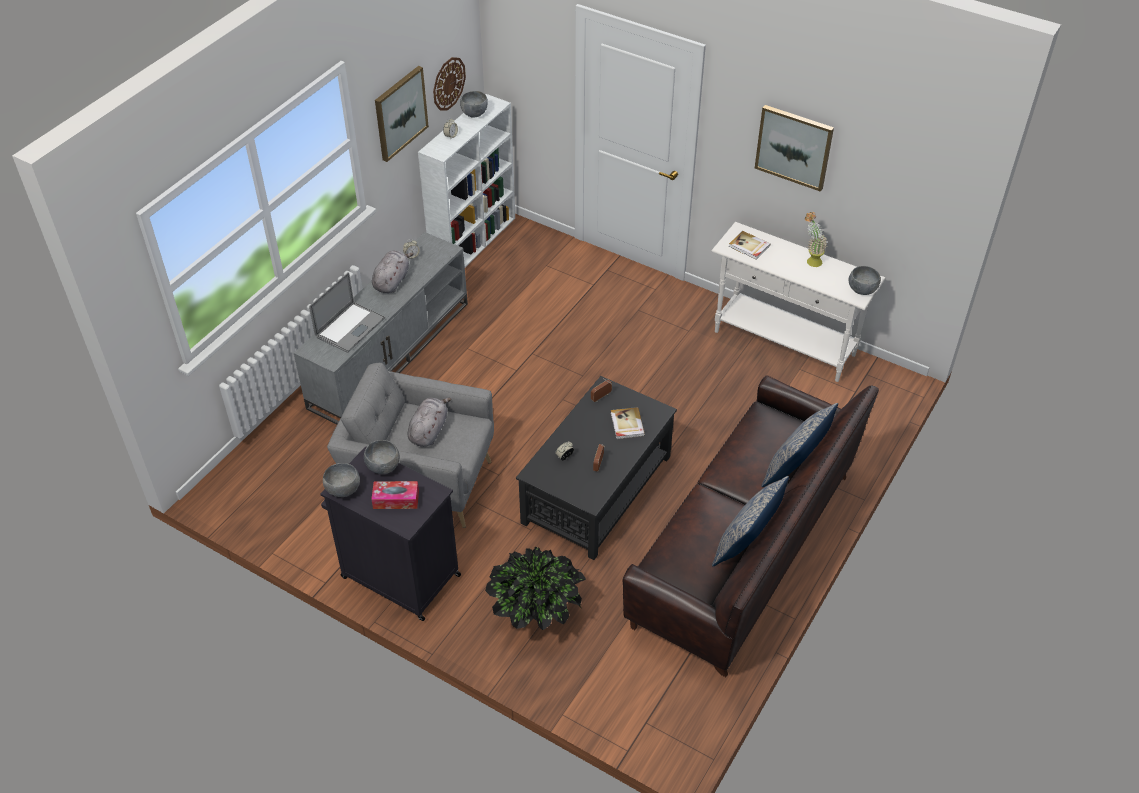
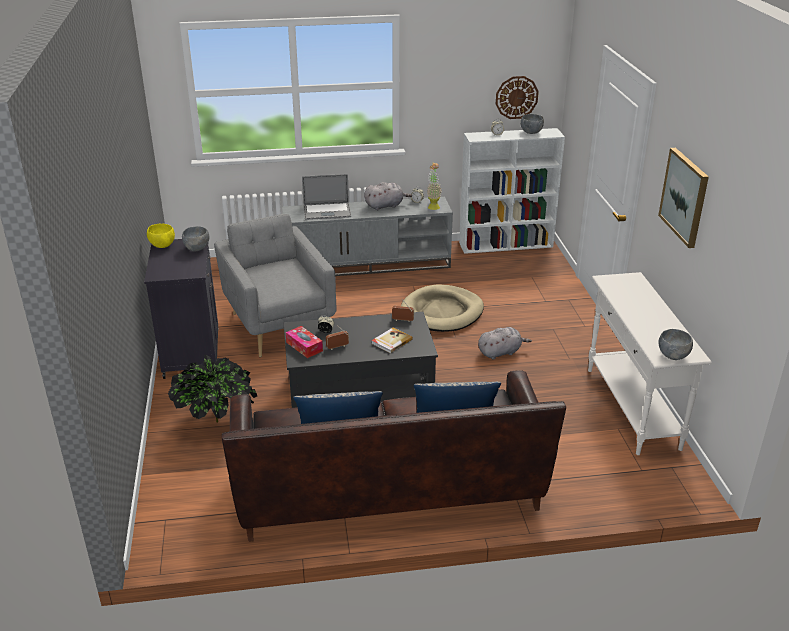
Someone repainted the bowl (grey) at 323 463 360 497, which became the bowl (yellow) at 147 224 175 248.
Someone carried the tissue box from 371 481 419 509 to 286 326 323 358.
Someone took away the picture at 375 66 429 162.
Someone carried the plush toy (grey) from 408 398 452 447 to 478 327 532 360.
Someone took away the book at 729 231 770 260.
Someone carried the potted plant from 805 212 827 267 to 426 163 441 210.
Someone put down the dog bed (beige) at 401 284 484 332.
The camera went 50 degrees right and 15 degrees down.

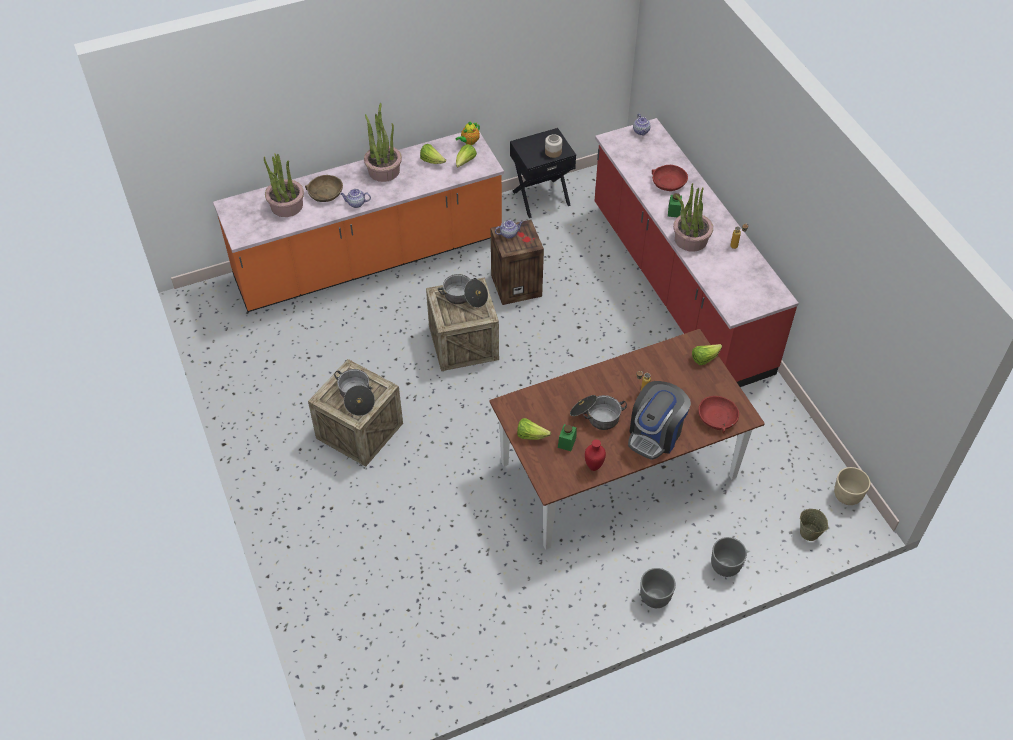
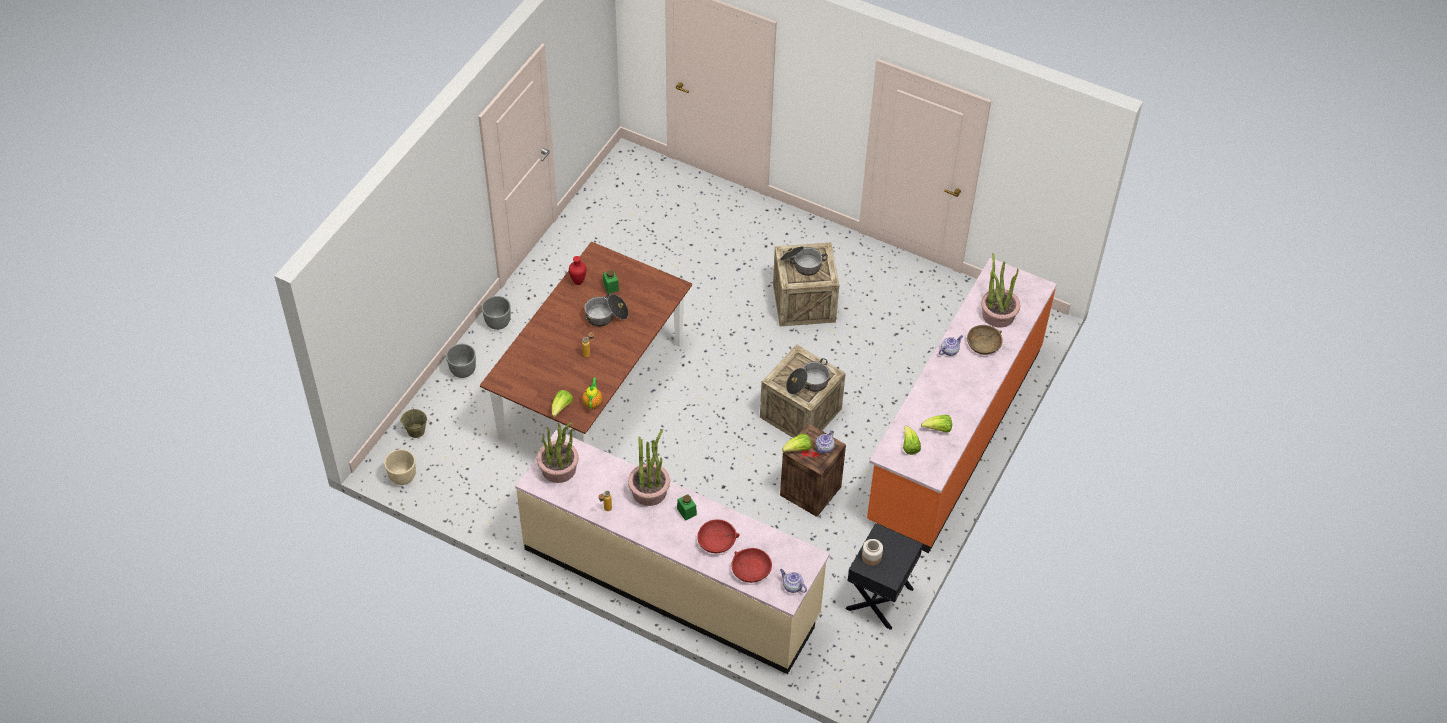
Someone carried the potted plant from 364 103 402 182 to 537 423 579 483.
Someone carried the teapot from 456 121 480 145 to 582 378 602 409.
Someone carried the lettuce from 517 418 551 440 to 782 434 812 452.
Someone repainted the counter (red) at 595 118 799 387, which became the counter (beige) at 515 430 830 674.
Someone took away the coffee machine at 628 381 691 460.
Someone carried the bowl (red) from 698 396 739 433 to 731 548 772 583.
The camera went 140 degrees right and 0 degrees up.

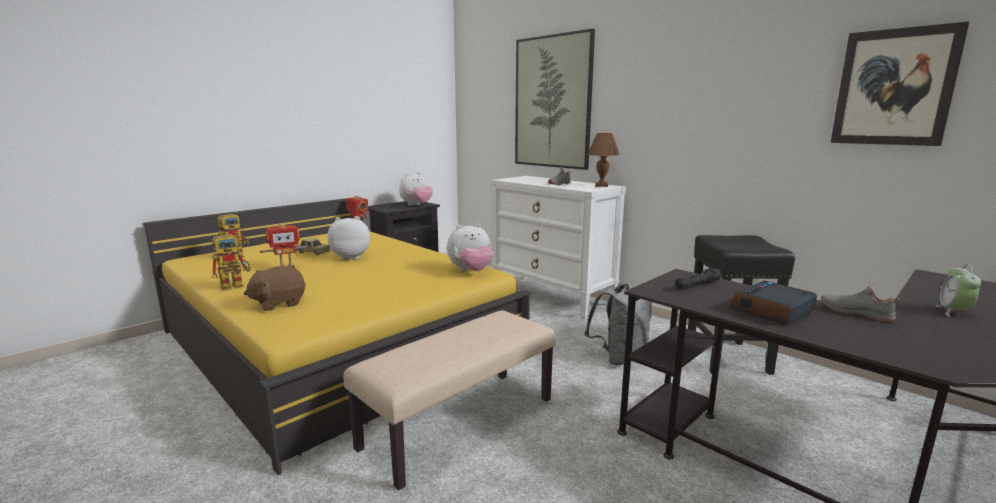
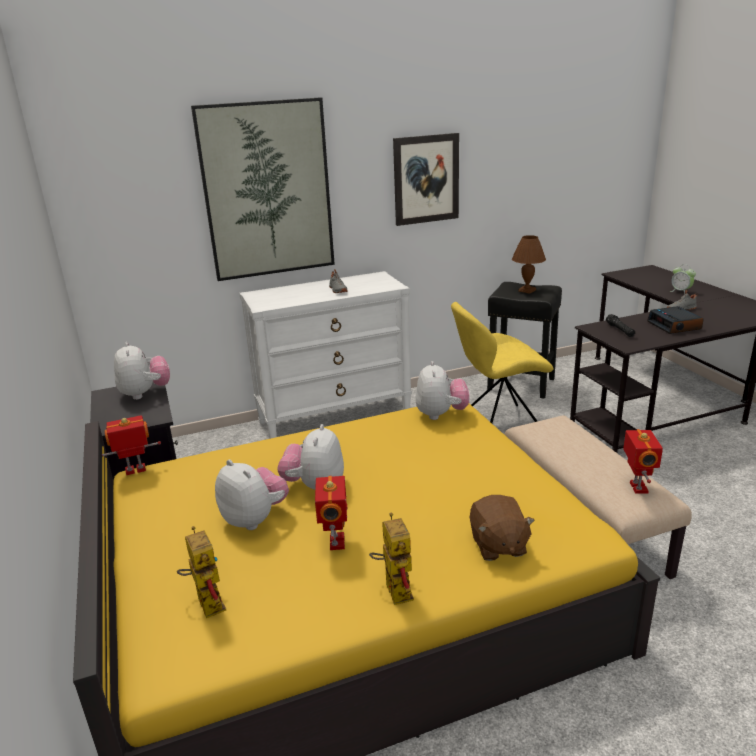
Someone swapped the toy car at 295 238 331 255 for the plush toy at 215 459 289 530.
Someone swapped the backpack (grey) at 584 283 652 365 for the chair (yellow) at 451 302 553 423.
Someone carried the table lamp (brown) from 587 133 620 187 to 512 235 546 294.
Someone carried the picture from 830 21 969 146 to 393 133 459 226.
Someone put down the toy robot at 623 429 663 494.
The camera went 65 degrees left and 10 degrees up.

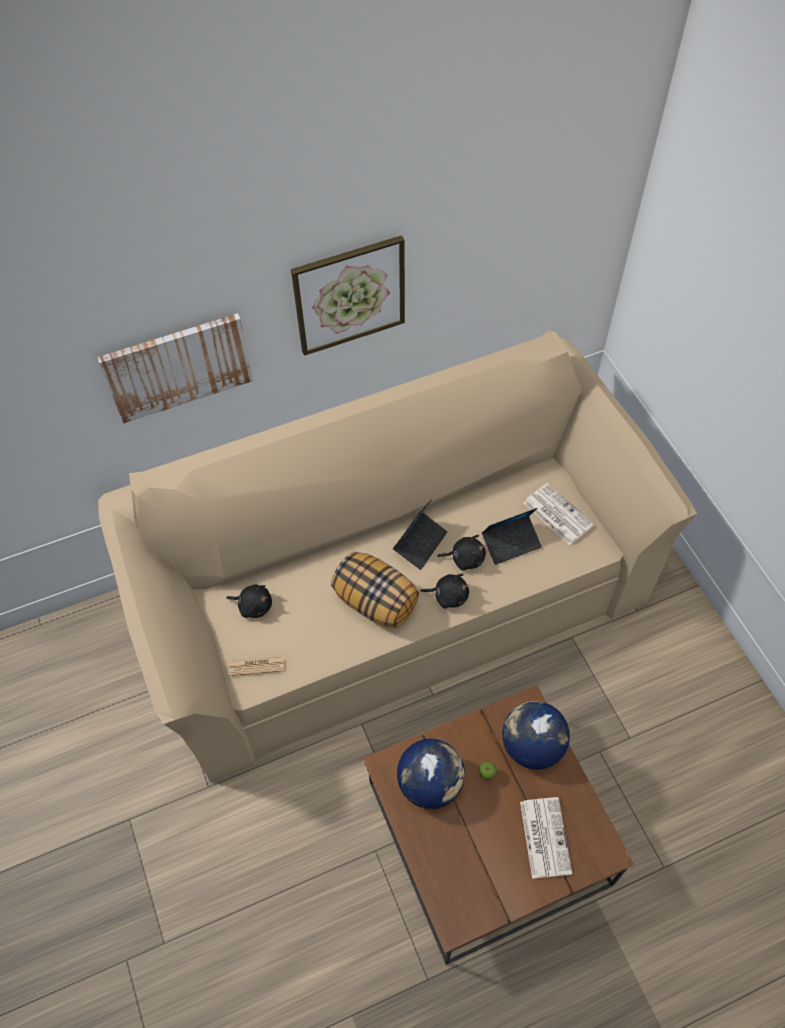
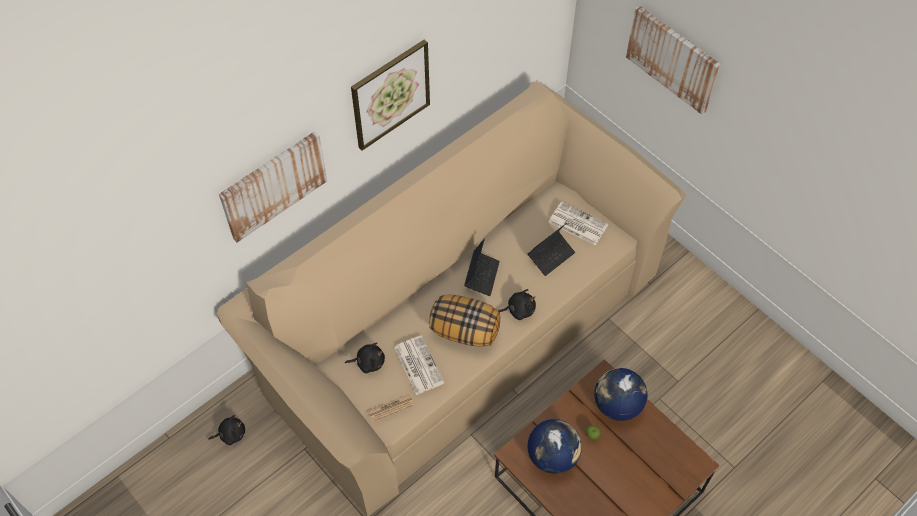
Someone carried the plush toy (black) from 438 535 486 570 to 208 415 245 445.
Someone carried the newspaper from 520 797 572 879 to 394 335 444 395.
Someone put up the picture at 626 5 720 115.
The camera went 20 degrees left and 0 degrees up.

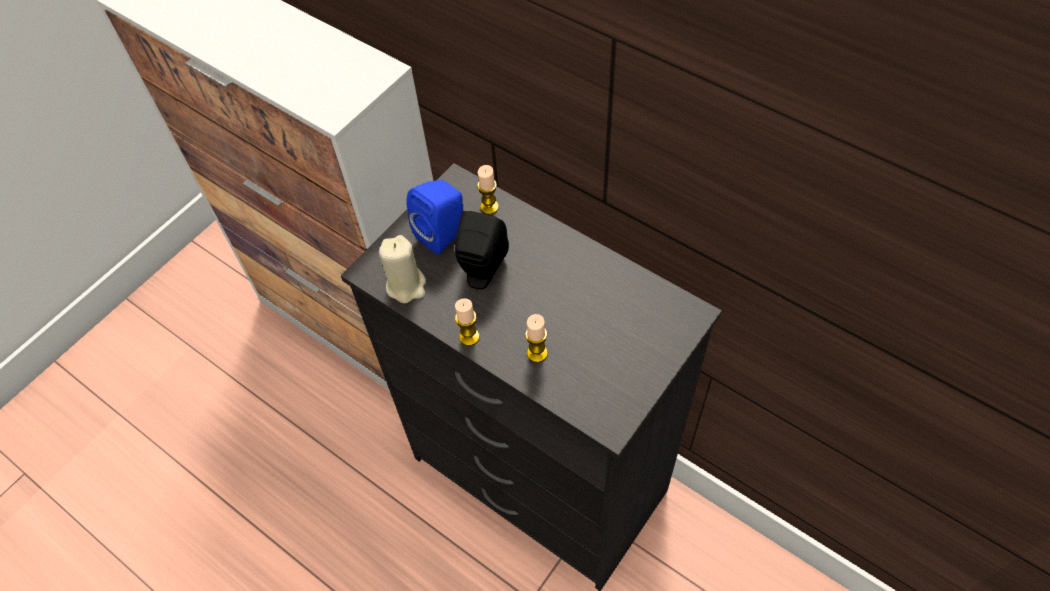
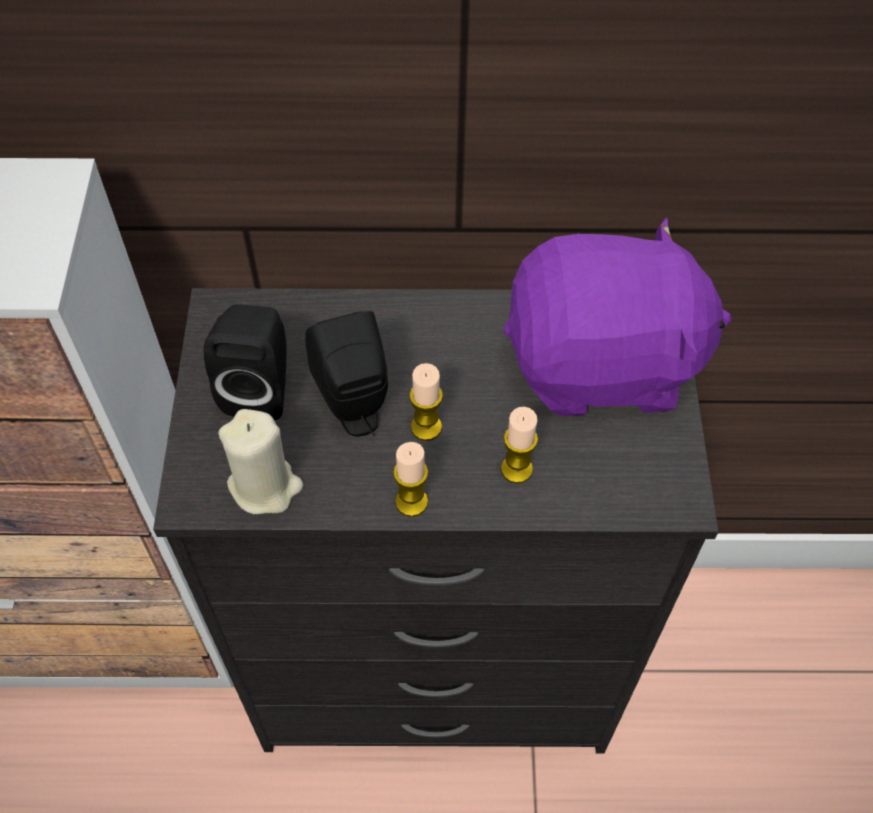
Someone repainted the speaker (blue) at 407 180 463 255, which became the speaker (black) at 204 304 287 420.
Someone carried the candle from 477 165 499 215 to 409 363 443 441.
Someone put down the plush toy (purple) at 504 217 732 416.
The camera went 40 degrees left and 0 degrees up.

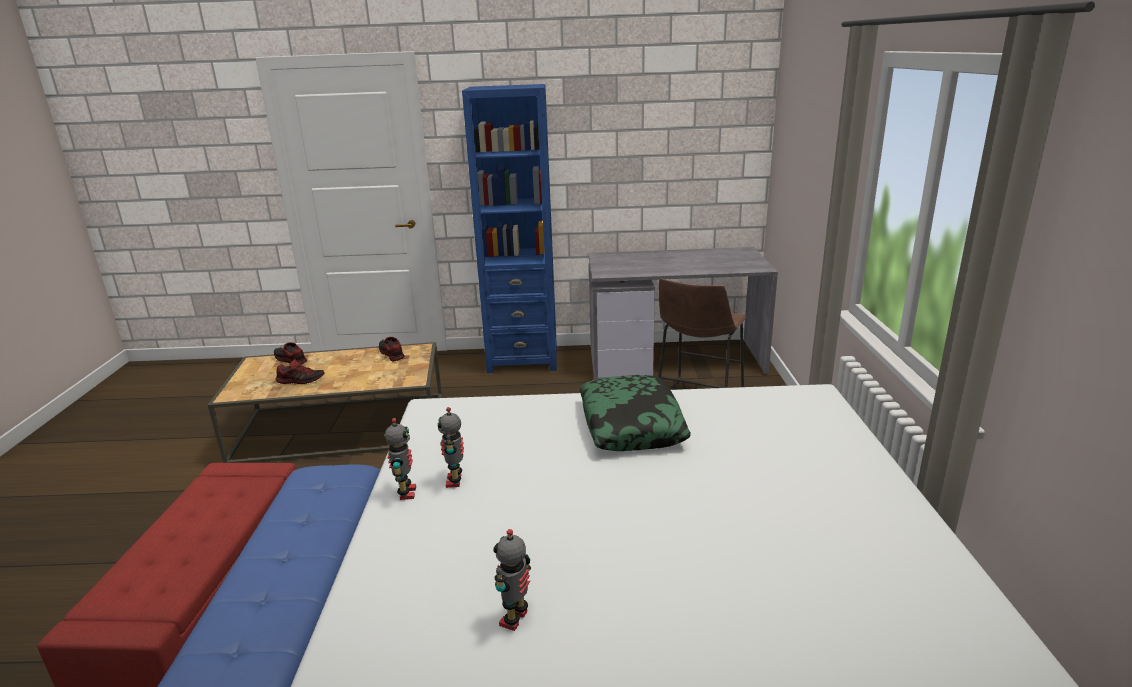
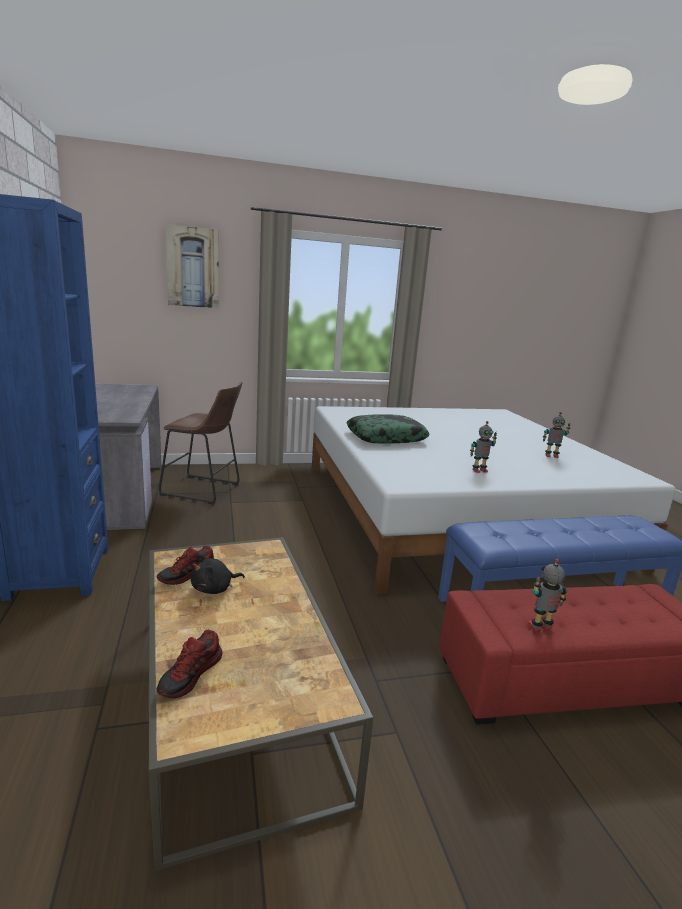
Someone took away the shoe at 276 359 325 384.
Someone carried the toy robot from 385 418 416 500 to 528 559 567 631.
Someone put up the picture at 165 224 219 308.
Someone put down the plush toy (black) at 191 554 245 594.
The camera went 105 degrees left and 5 degrees down.

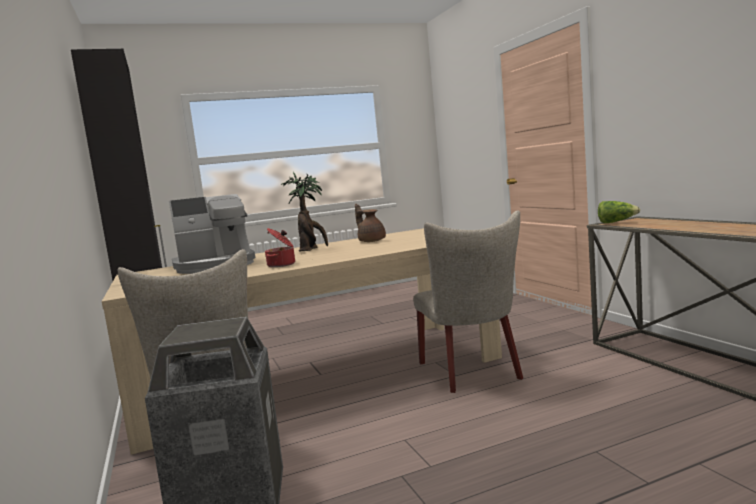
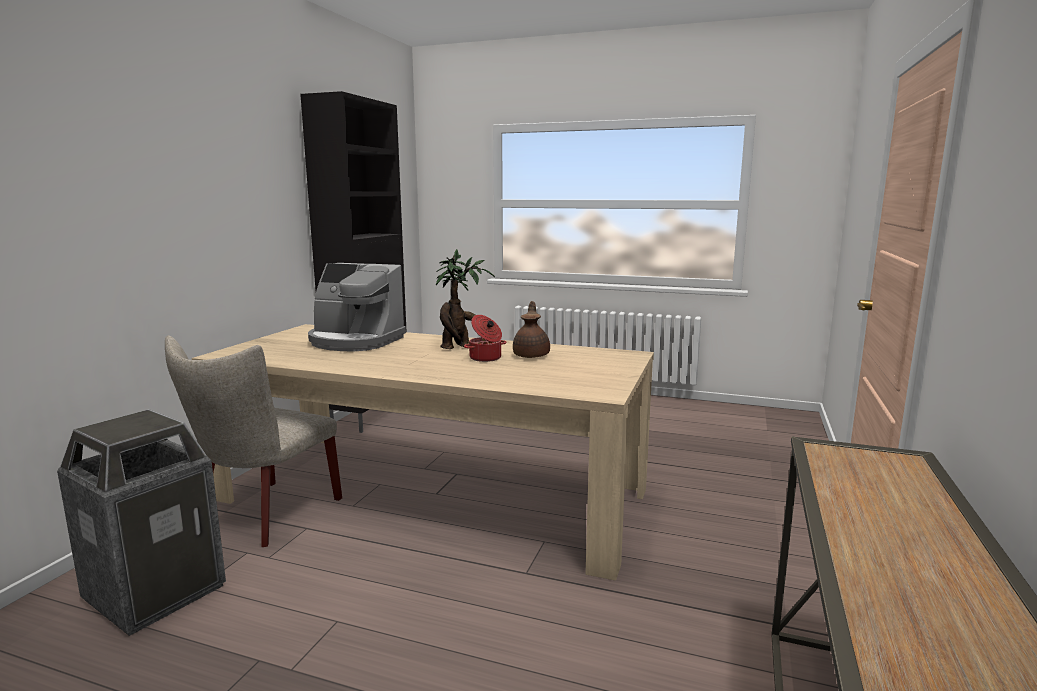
Someone carried the cooking pot from 265 228 295 267 to 464 315 506 362.
Someone took away the chair (beige) at 413 210 523 393.
Someone took away the lettuce at 598 201 640 223.
The camera went 40 degrees right and 5 degrees up.

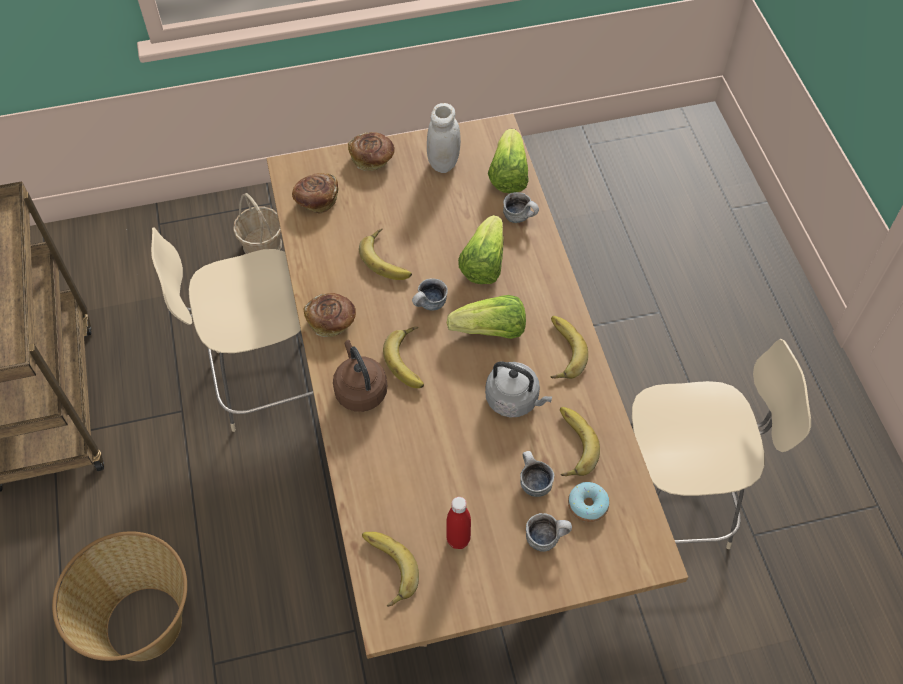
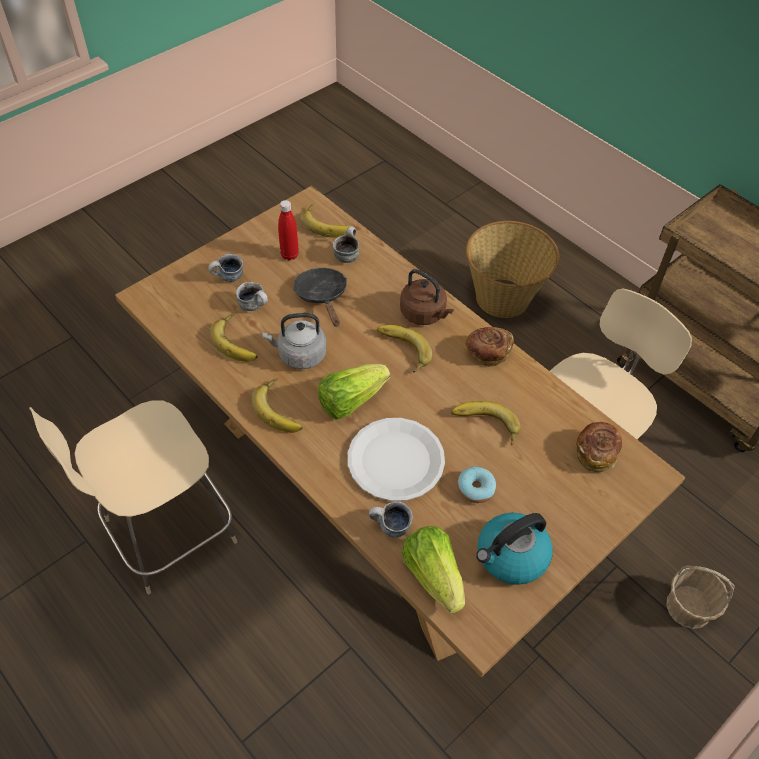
Someone took away the bread at 348 132 395 171.
Someone carried the mug from 412 278 448 310 to 333 227 359 263.
Someone swapped the jar (white) at 427 103 461 173 for the kettle at 476 513 553 585.
Someone swapped the lettuce at 458 215 504 284 for the plate (white) at 348 418 445 501.
Someone carried the donut from 568 482 609 522 to 457 467 496 503.
Someone put down the frying pan (black) at 293 268 347 327.
The camera went 150 degrees right and 5 degrees down.

